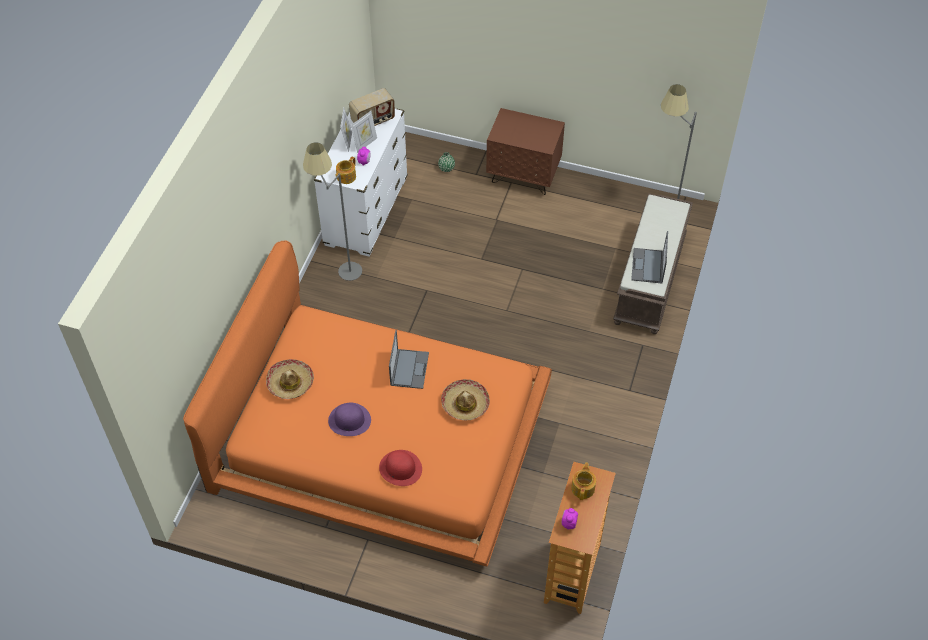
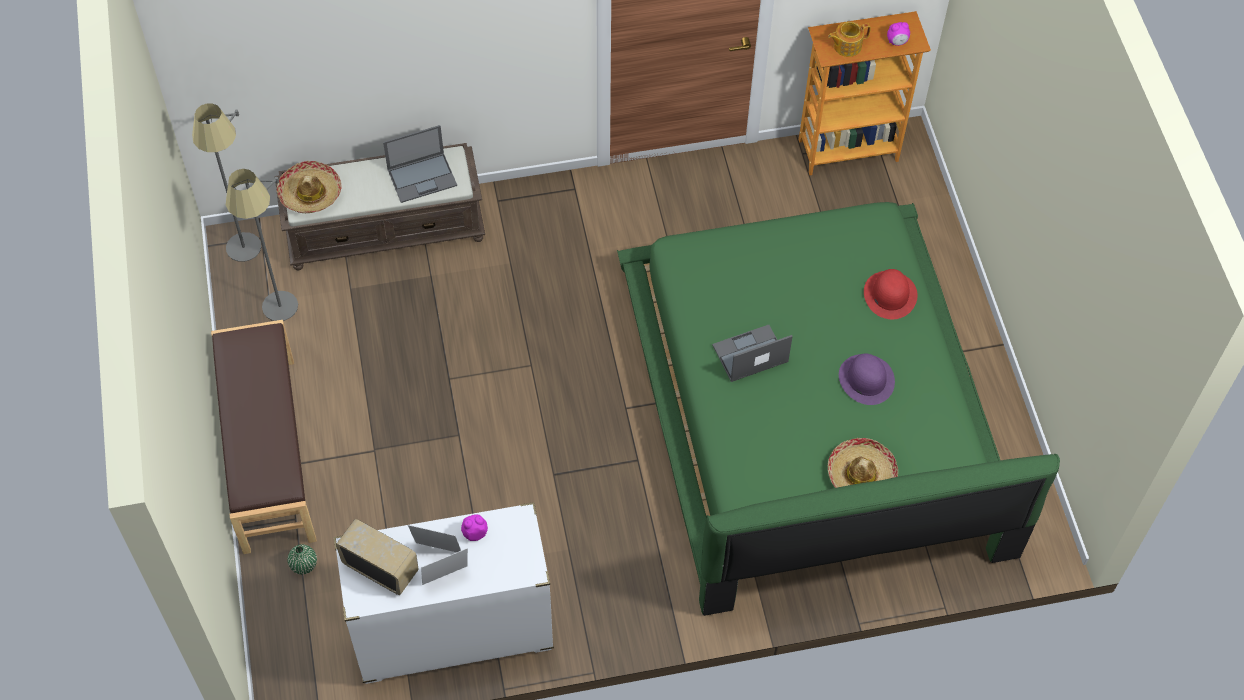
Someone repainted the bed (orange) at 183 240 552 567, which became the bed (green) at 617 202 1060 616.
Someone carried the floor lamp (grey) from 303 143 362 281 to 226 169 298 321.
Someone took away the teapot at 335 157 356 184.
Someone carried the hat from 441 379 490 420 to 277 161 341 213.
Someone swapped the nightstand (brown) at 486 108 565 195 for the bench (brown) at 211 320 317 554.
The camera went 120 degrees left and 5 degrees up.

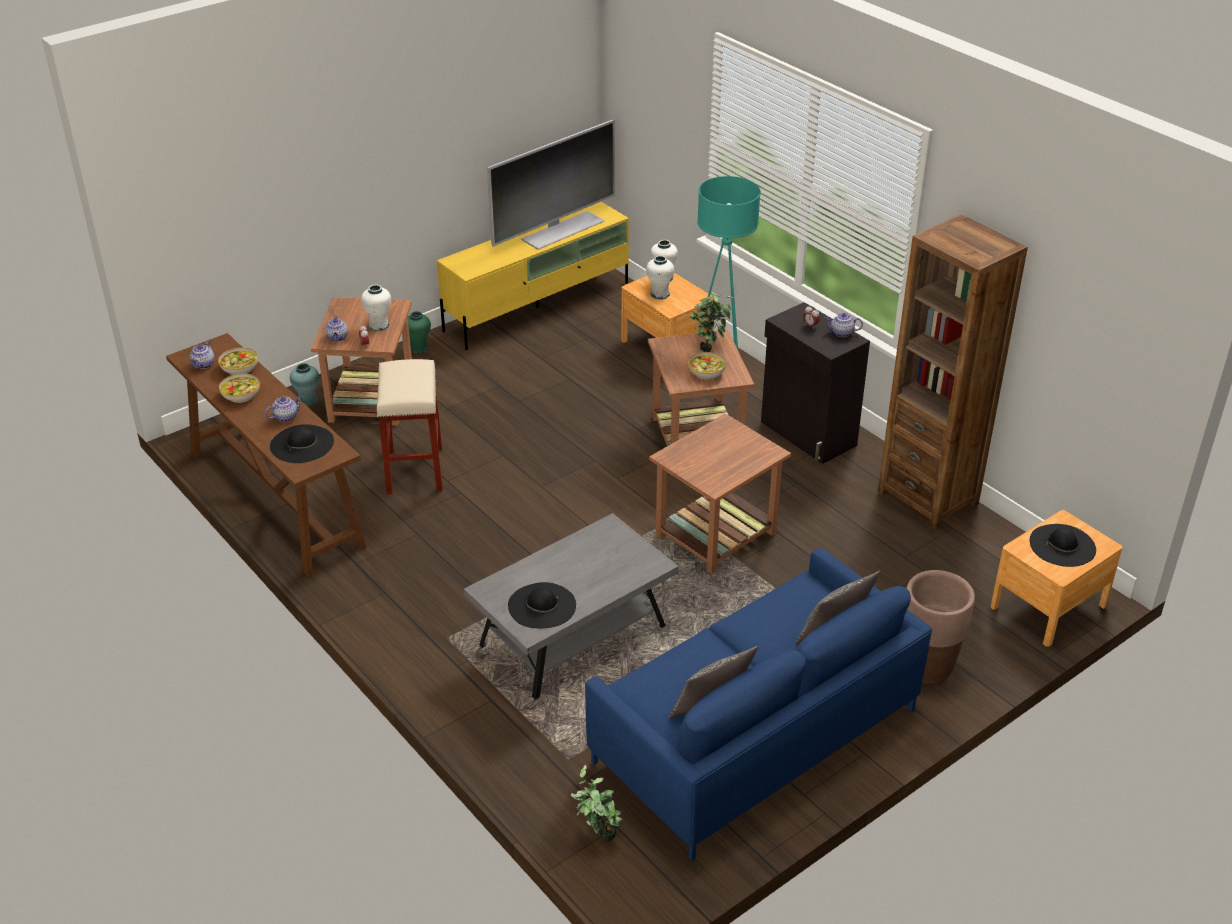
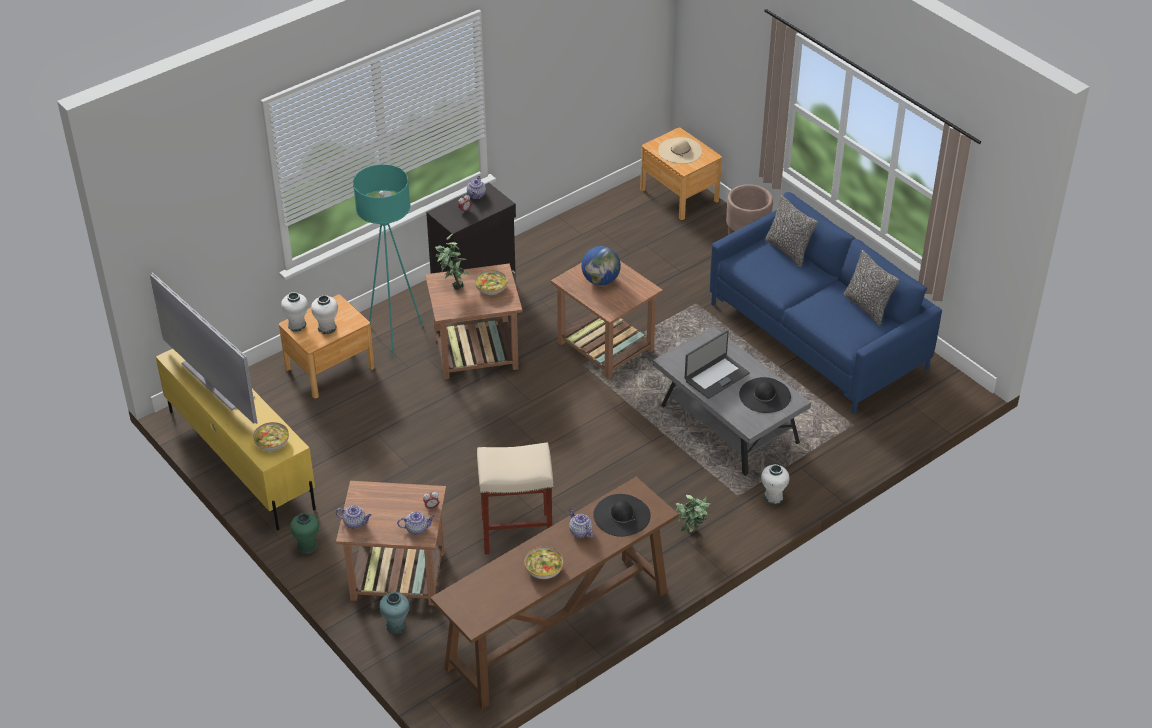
Someone carried the teapot from 190 341 215 369 to 336 505 372 529.
Someone carried the bowl from 218 347 258 375 to 253 422 289 451.
Someone carried the vase (white) from 361 285 391 331 to 761 464 789 504.
Someone carried the potted plant from 571 765 622 841 to 675 495 710 533.
Someone took away the bookcase (brown) at 878 214 1028 530.
Someone repainted the hat (black) at 1030 524 1096 567, which became the hat (beige) at 658 137 702 164.
Someone put down the globe at 581 246 621 285.
Someone put down the laptop at 685 330 750 399.
The camera went 90 degrees left and 5 degrees up.

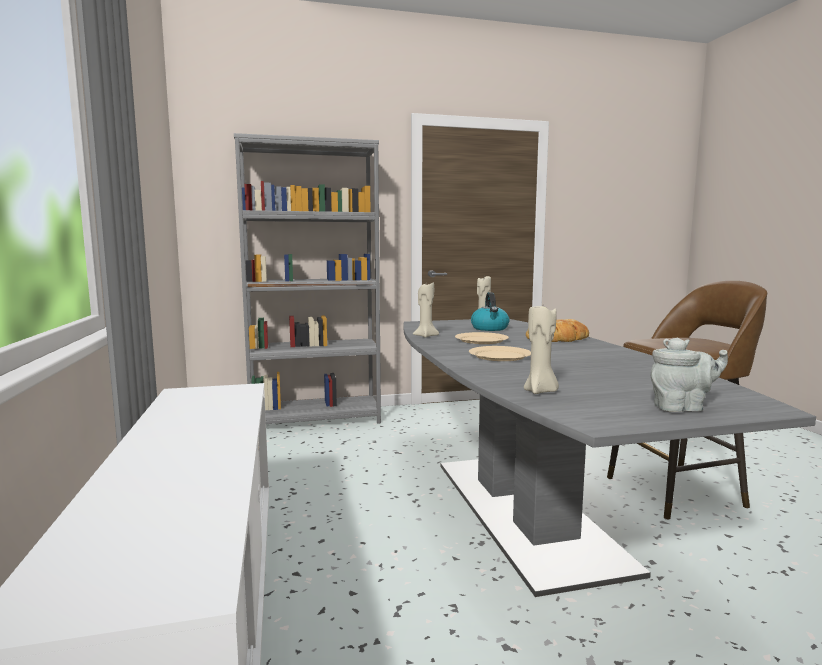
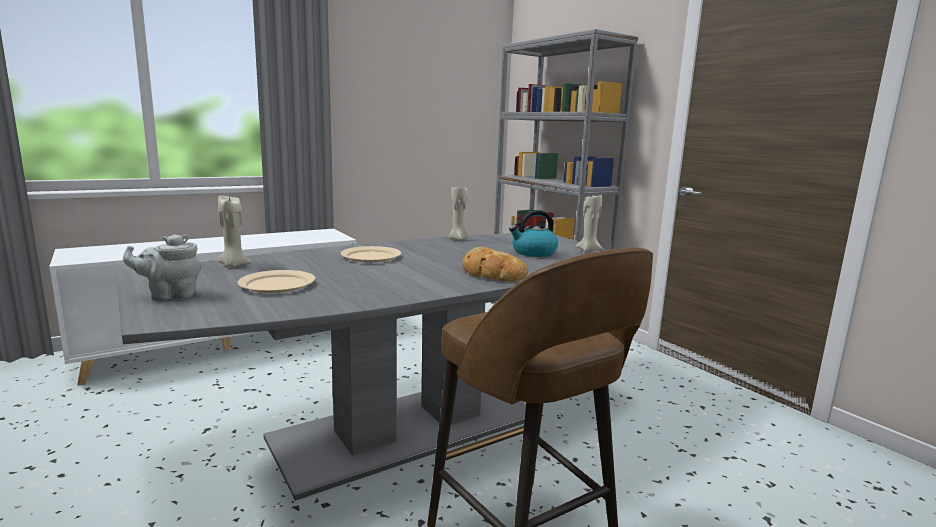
Someone carried the plate (beige) from 455 332 509 344 to 238 270 315 293.
Someone rotated the teapot (grey) at 651 337 728 412 by 90 degrees clockwise.
The camera went 70 degrees right and 5 degrees up.

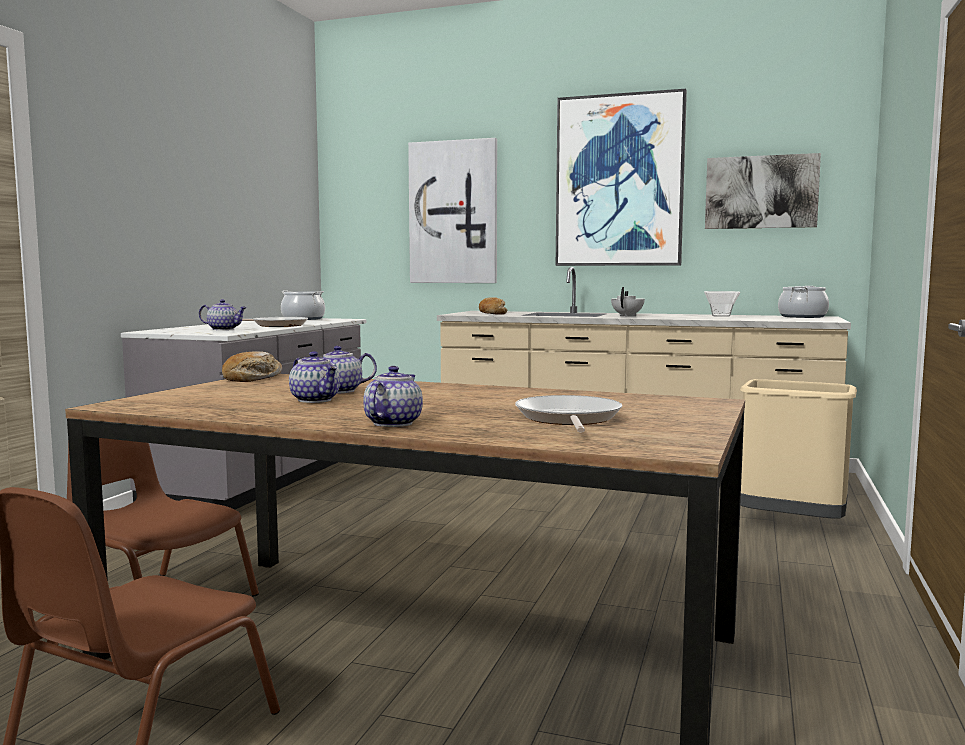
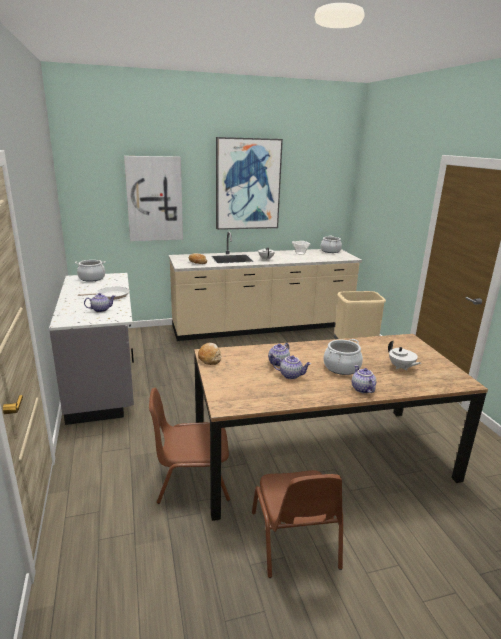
Someone swapped the frying pan at 515 395 622 432 for the teapot (white) at 388 341 421 370.
Someone took away the picture at 705 153 821 229.
Someone put down the cooking pot at 323 339 363 375.
The camera went 35 degrees left and 15 degrees up.

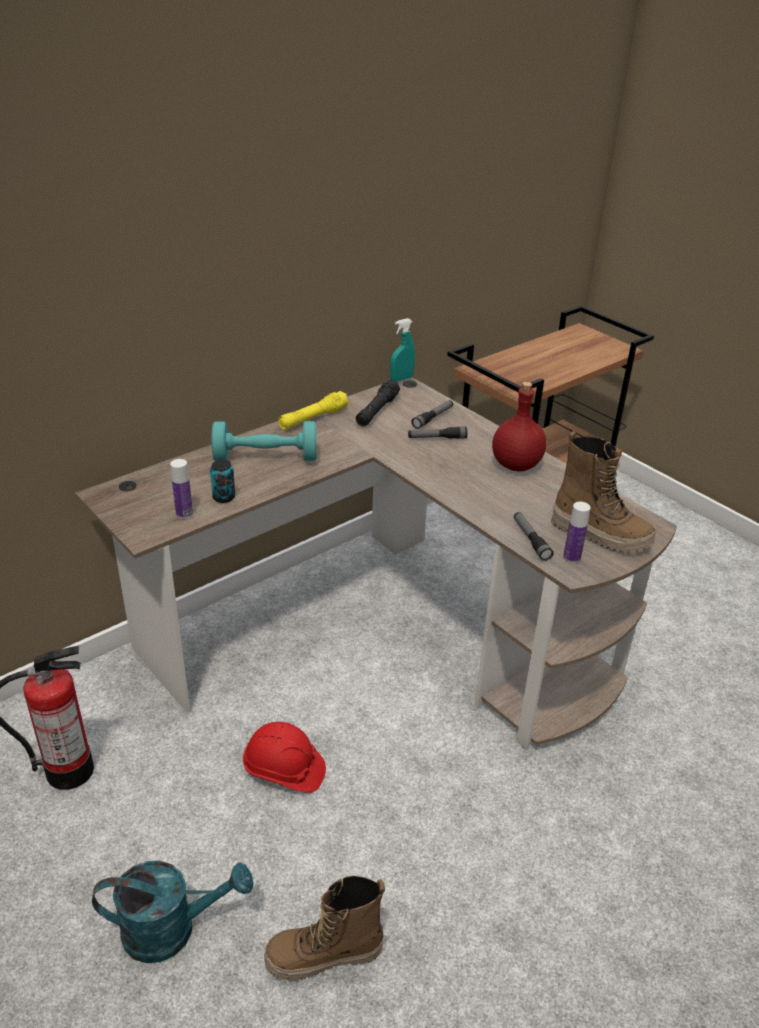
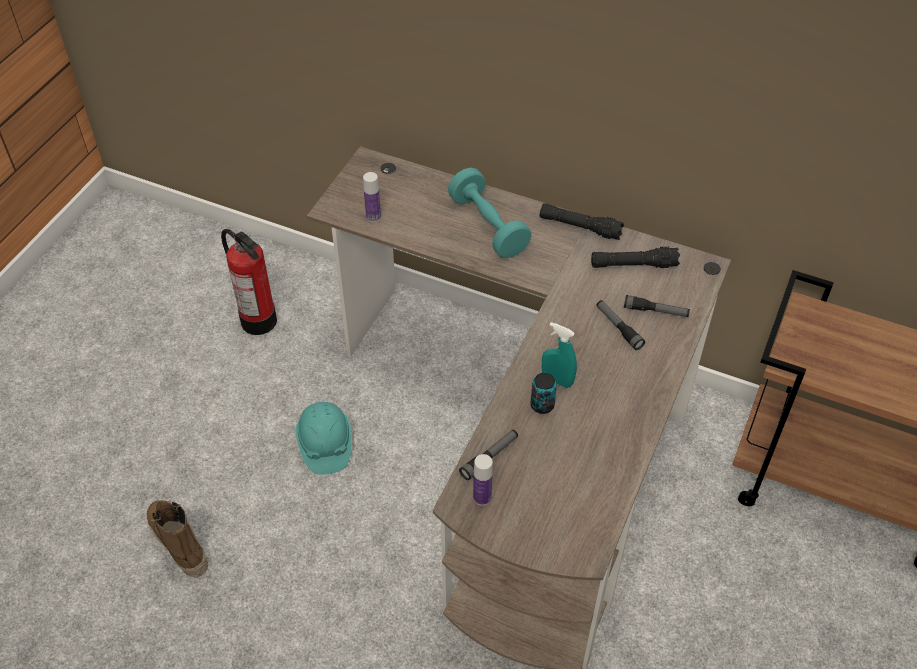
Someone took away the watering can (turquoise) at 92 861 253 963.
Someone carried the can from 210 460 235 503 to 530 373 557 414.
Someone repainted the hard hat (red) at 243 722 326 793, which became the hard hat (turquoise) at 296 402 352 475.
Someone repainted the flashlight (yellow) at 278 391 349 430, which became the flashlight (black) at 540 203 624 240.
Someone carried the spray bottle (turquoise) from 390 318 415 382 to 542 322 577 388.
Someone took away the bottle (red) at 492 382 546 472.
Someone took away the boot at 551 431 656 554.
The camera went 65 degrees right and 15 degrees up.

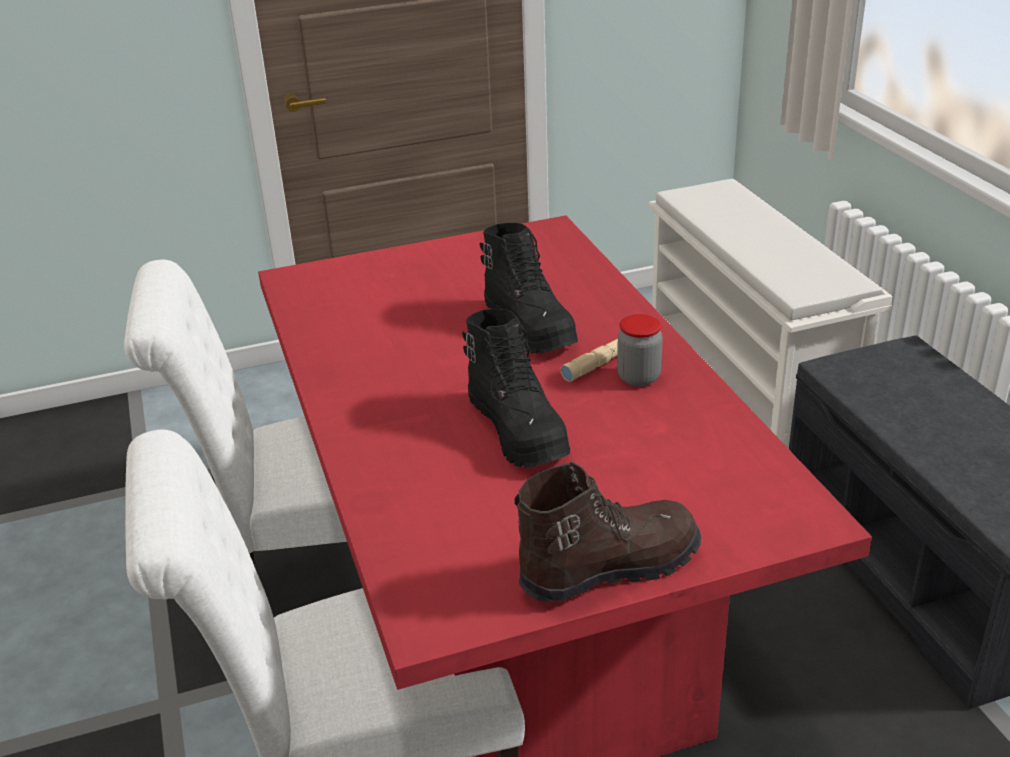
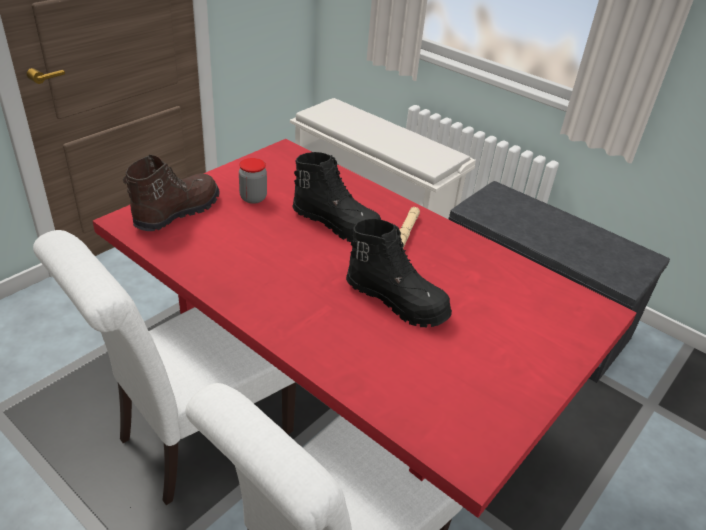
Someone carried the boot (brown) from 515 462 701 602 to 123 154 220 231.
Someone carried the jar from 617 314 663 386 to 239 158 267 204.
The camera went 35 degrees left and 5 degrees up.

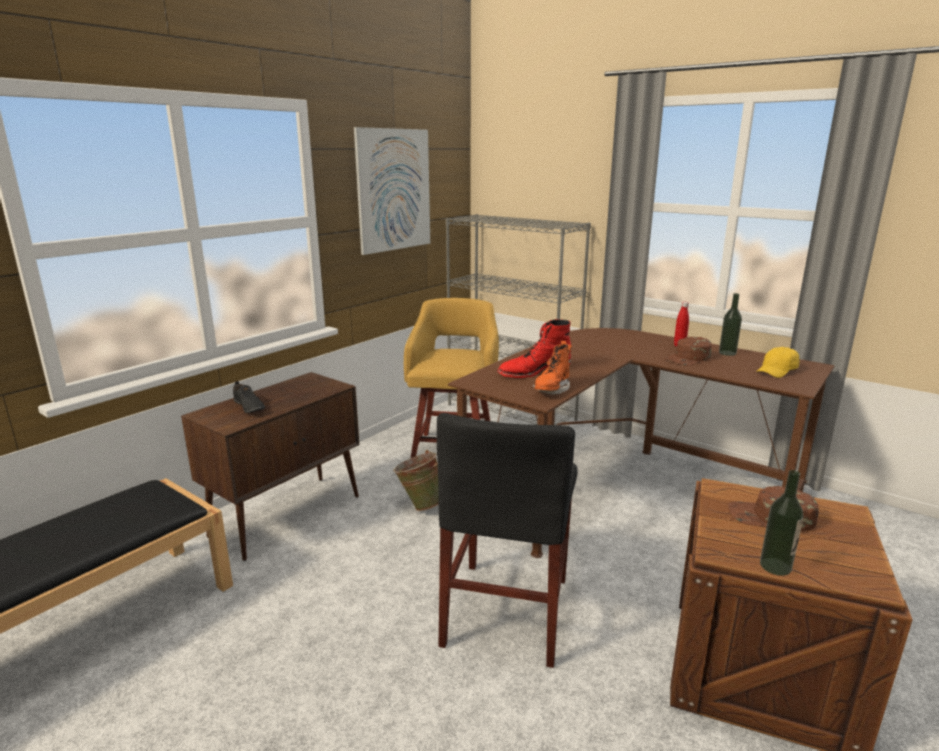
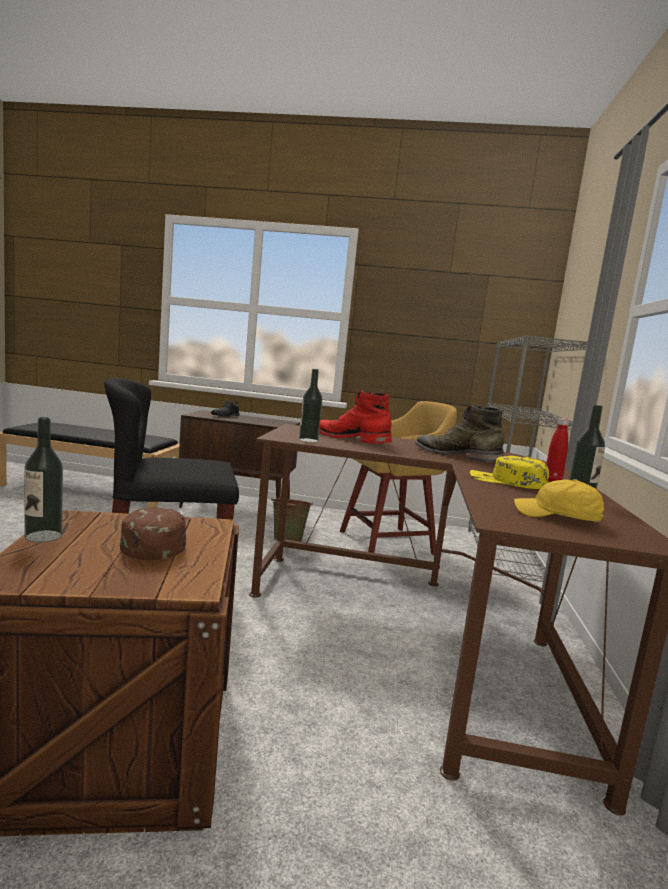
Someone took away the picture at 354 127 430 255.
Someone swapped the boot (orange) at 533 341 572 395 for the bottle at 299 369 322 442.
Someone repainted the cap (brown) at 664 337 712 366, which became the cap (yellow) at 470 456 549 489.
Someone put down the boot (green) at 415 405 504 462.
The camera went 60 degrees right and 10 degrees down.

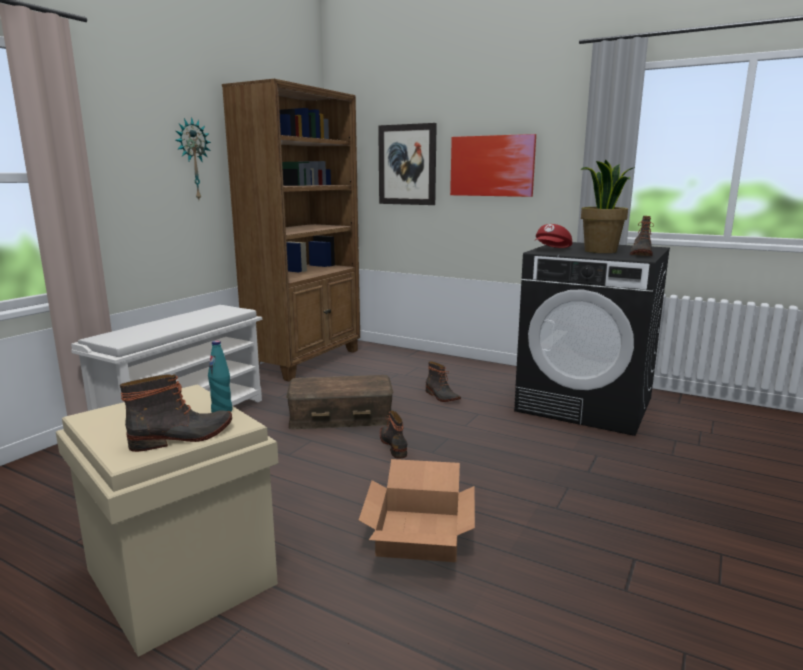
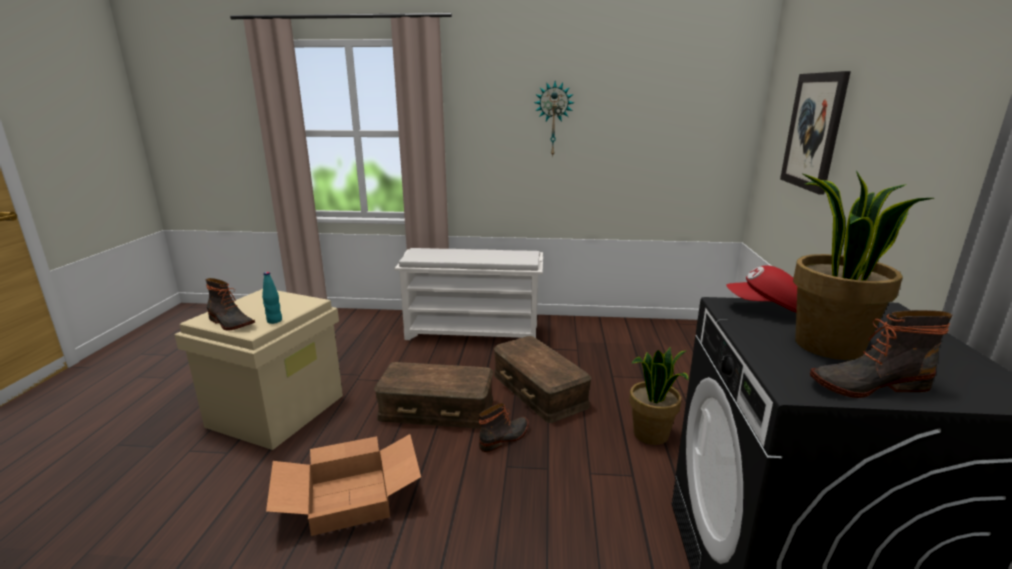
Someone took away the bookcase (brown) at 222 79 360 382.
Someone swapped the boot at 426 361 461 402 for the potted plant at 629 347 689 445.
Someone took away the picture at 450 134 536 197.
Someone put down the storage box (brown) at 374 362 493 429.
The camera went 65 degrees right and 5 degrees up.

